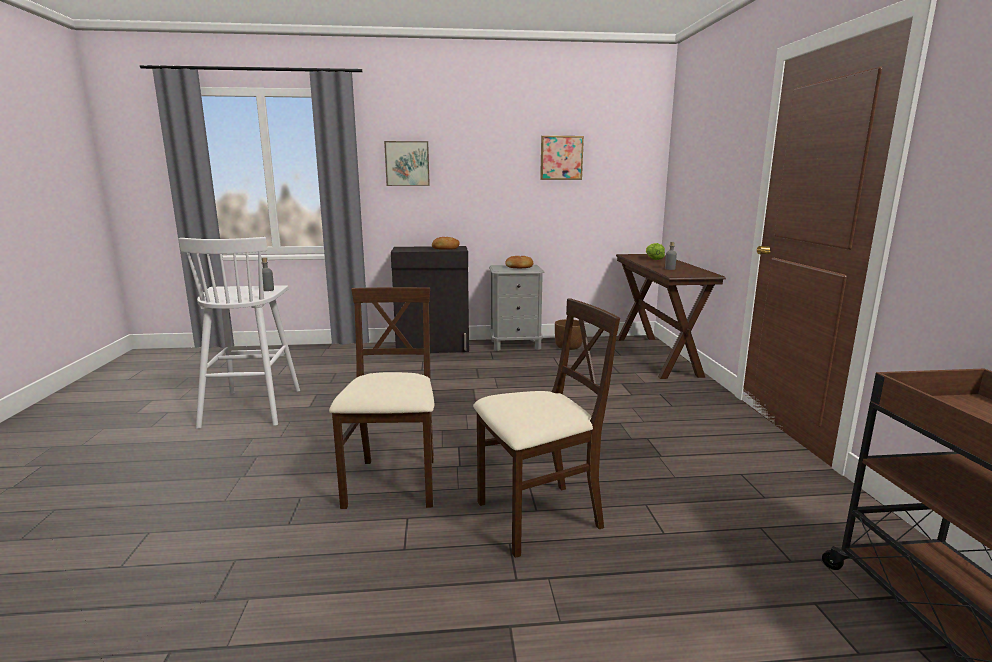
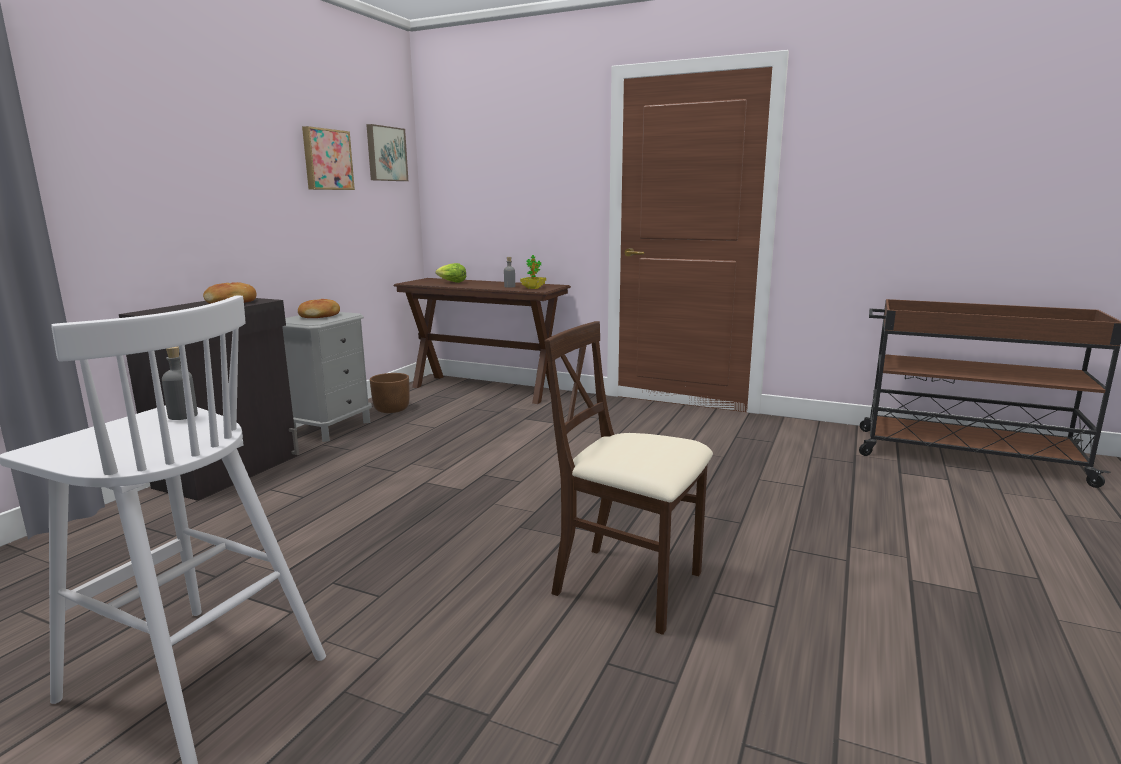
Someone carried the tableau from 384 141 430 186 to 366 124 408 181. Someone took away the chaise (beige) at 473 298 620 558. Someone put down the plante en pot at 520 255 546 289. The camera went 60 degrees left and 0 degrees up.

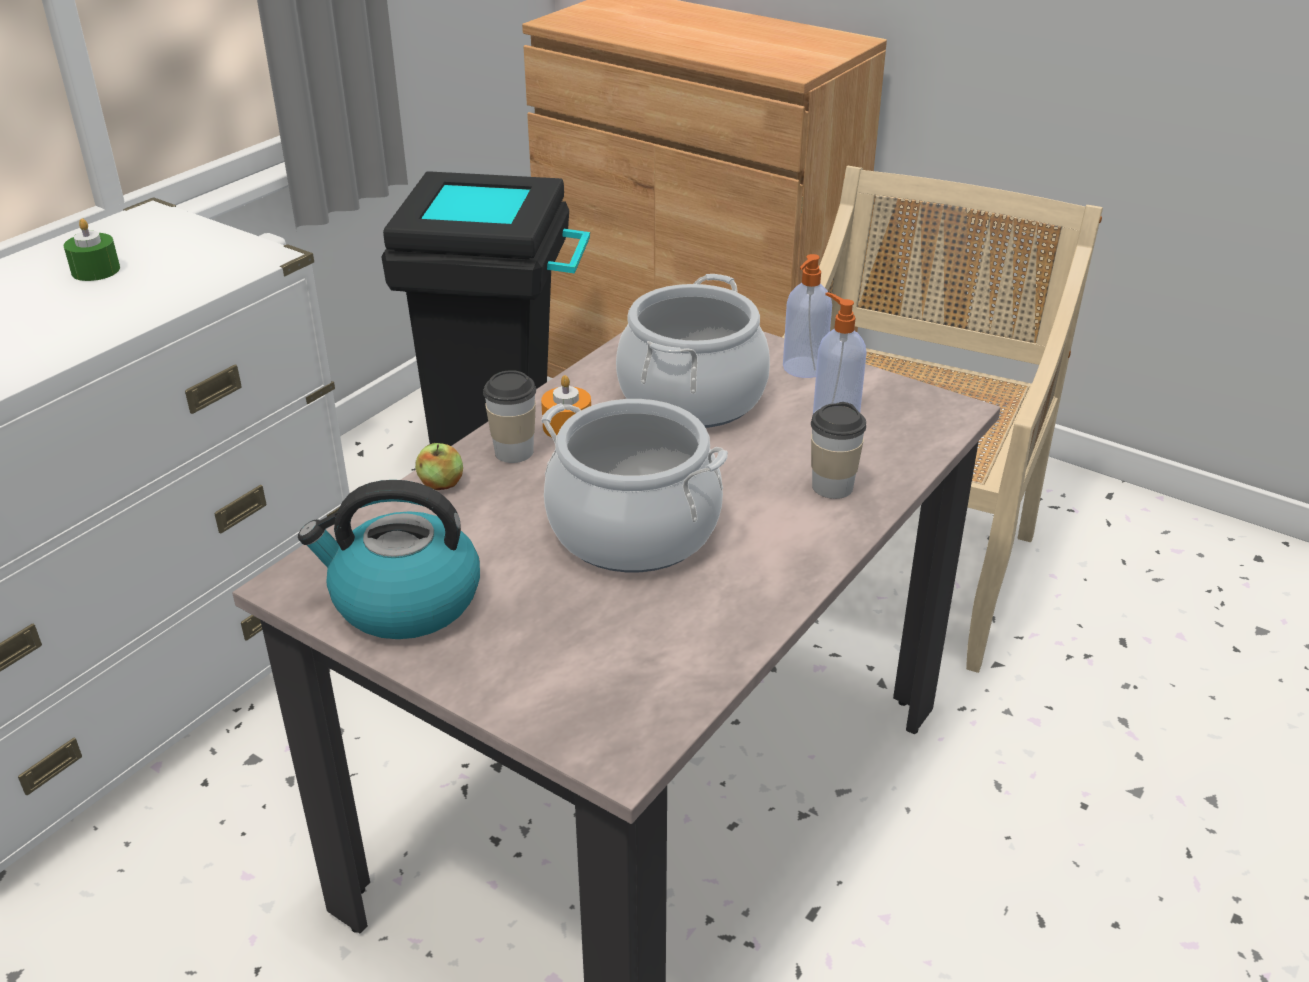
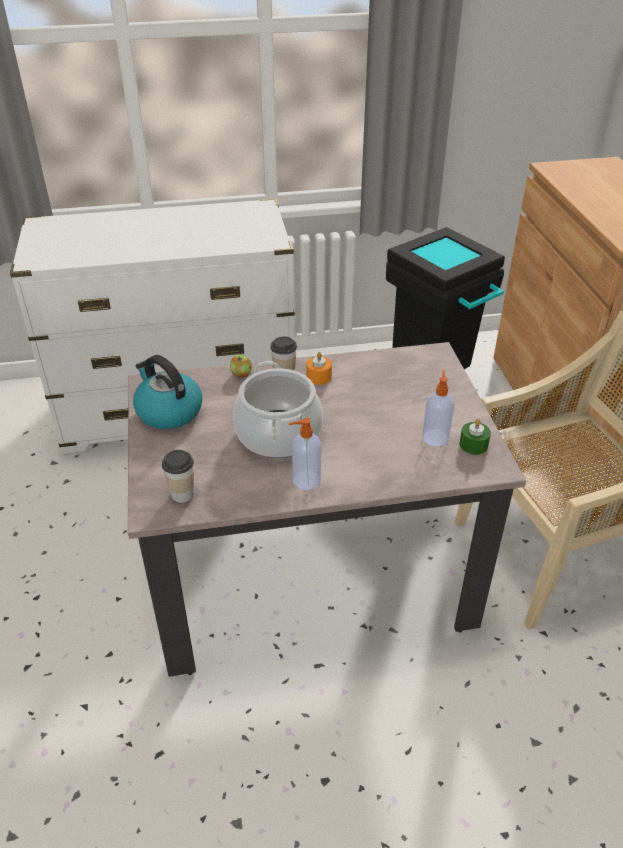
Someone carried the bougie (vert) from 63 218 120 281 to 460 419 491 455. Someone carried the distributeur de savon from 783 254 832 378 to 289 418 321 490. Someone took away the marmite at 616 274 770 428. Someone carried the tasse from 811 402 866 499 to 162 450 194 503. The camera went 45 degrees right and 5 degrees up.

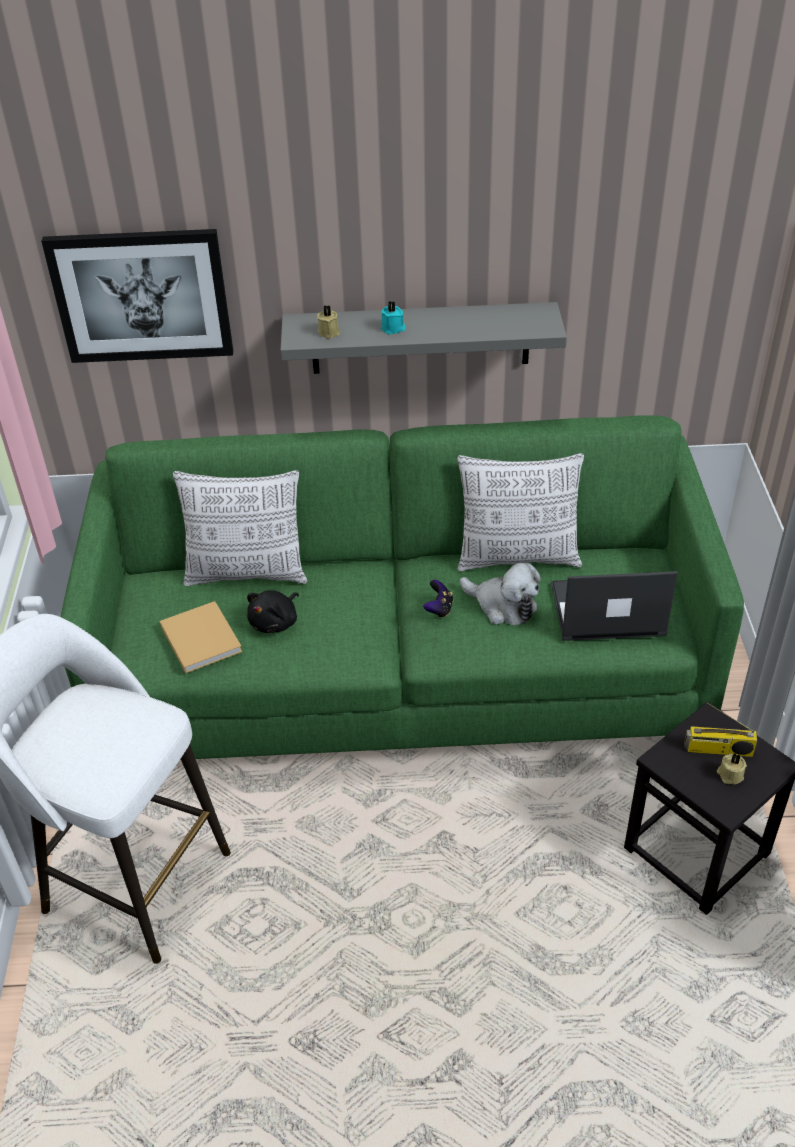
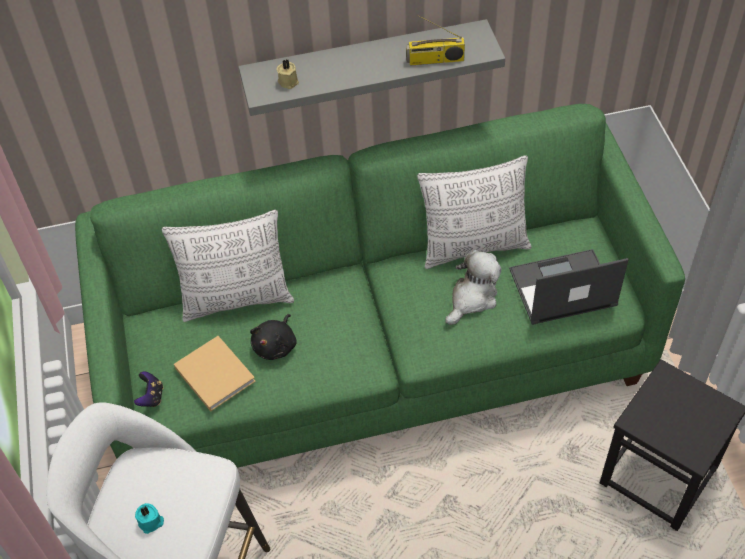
Someone took away the tableau at 41 229 233 363. Someone carried the bougie (turquoise) from 381 301 406 335 to 135 503 164 534. Someone rotated the peluche at 460 563 541 626 by 75 degrees counterclockwise. Someone carried the manette from 423 580 453 618 to 134 371 163 407. Someone carried the radio from 684 702 757 757 to 406 15 465 66. Someone took away the bougie (beige) at 717 753 747 784. The camera went 10 degrees left and 10 degrees up.

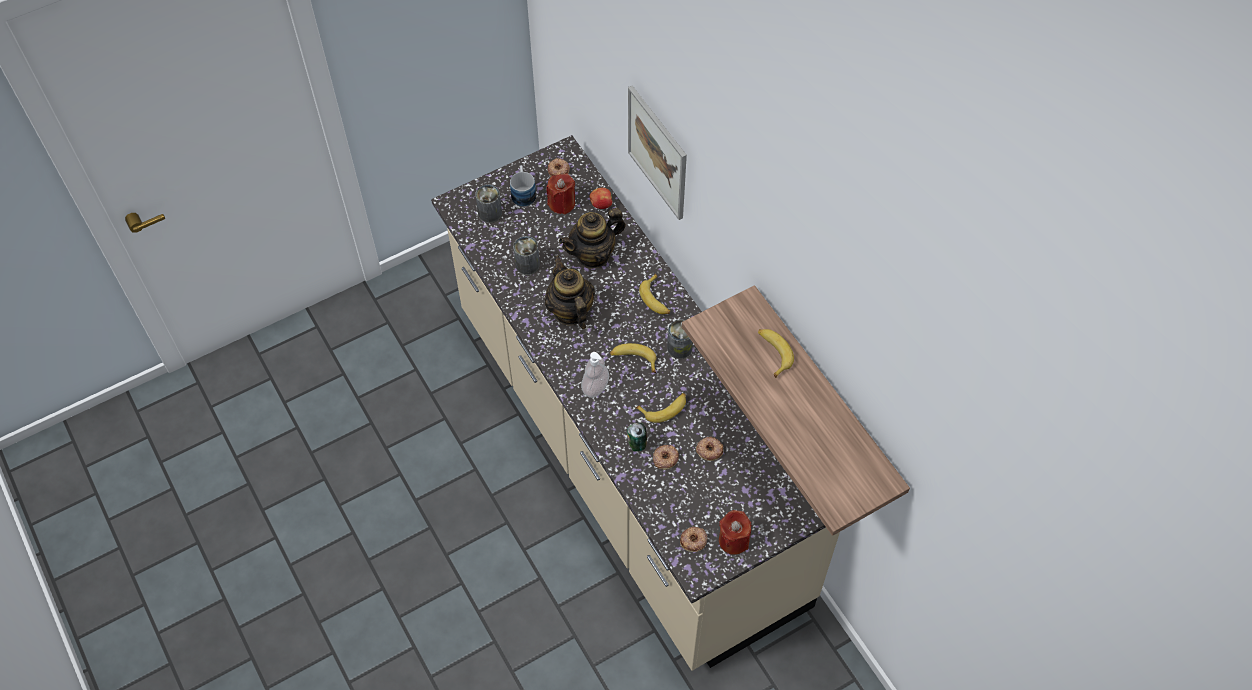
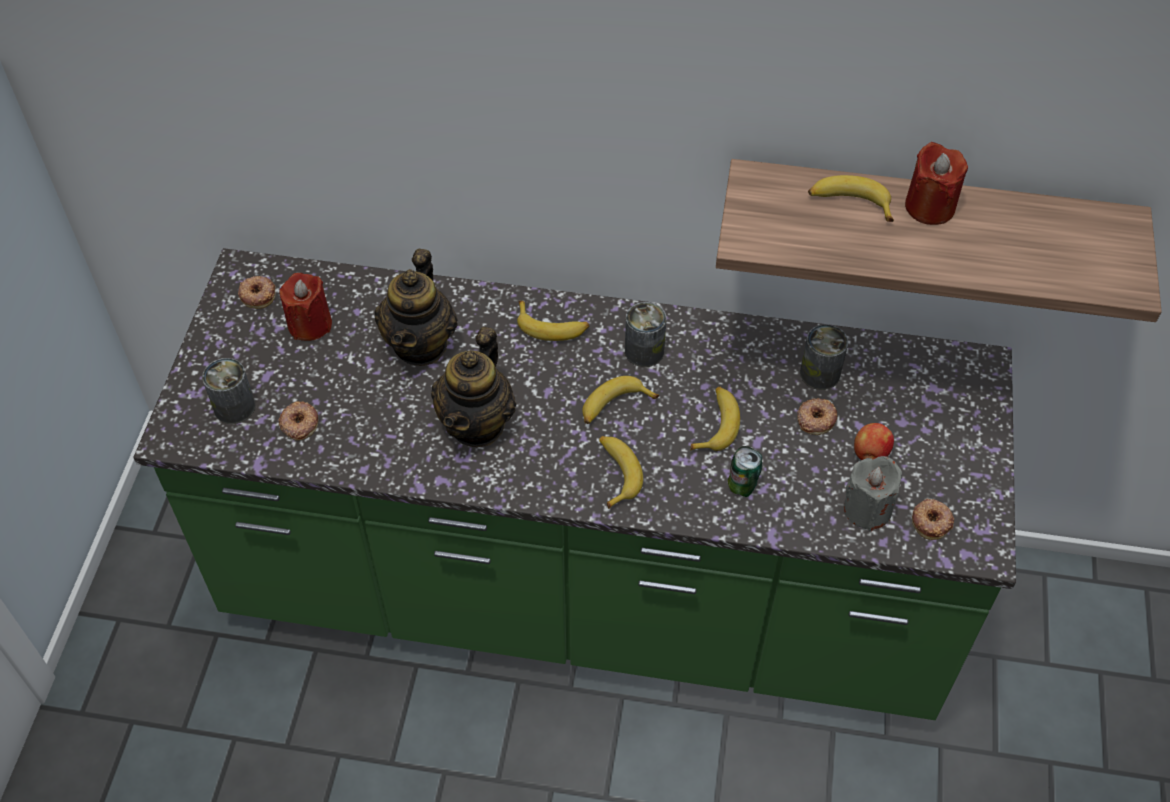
Someone took away the tableau at 628 86 687 220. Someone repainted the comptoir de cuisine (beige) at 431 135 840 671, which became the comptoir de cuisine (vert) at 134 248 1016 720. Someone took away the mug at 510 165 536 207. Someone carried the pomme from 590 188 612 209 to 854 423 894 460. Someone carried the boîte métallique from 513 236 540 275 to 800 324 848 390. Someone rotated the théière at 545 255 595 329 by 90 degrees counterclockwise. Someone swapped the distributeur de savon at 581 352 609 398 for the banane at 599 436 643 509. Someone carried the beignet from 653 445 679 470 to 279 401 318 441. Someone carried the bougie (rouge) from 719 510 751 555 to 905 142 968 225. Someone put down the bougie (gris) at 844 456 902 531. The camera went 50 degrees left and 5 degrees down.

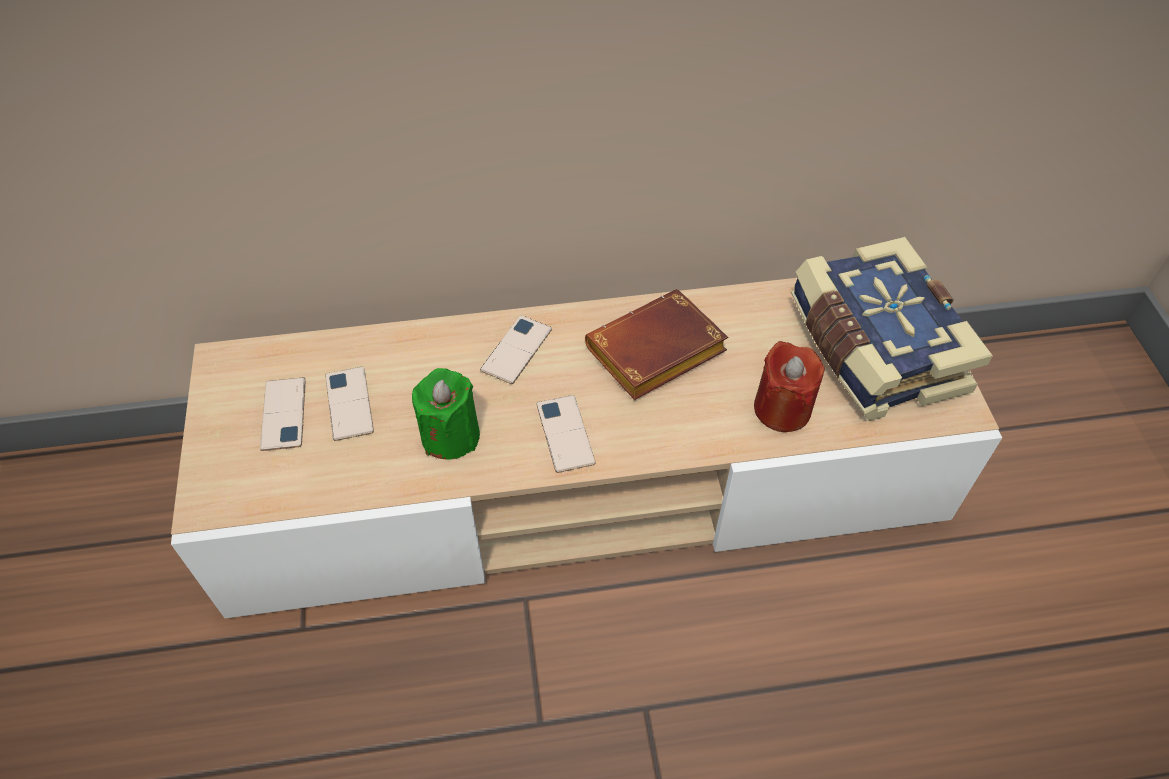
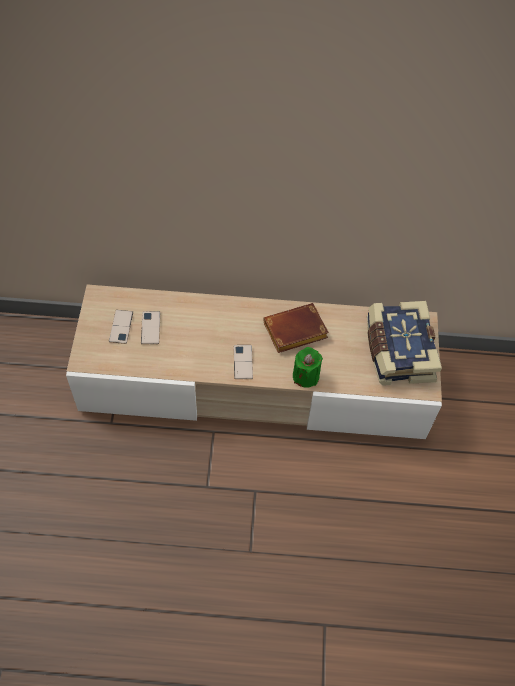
Someone took away the téléphone at 480 315 552 384. Someone took away the bougie (rouge) at 754 341 825 432. Someone carried the bougie (vert) from 412 368 480 459 to 293 347 323 388. The camera went 10 degrees right and 5 degrees up.

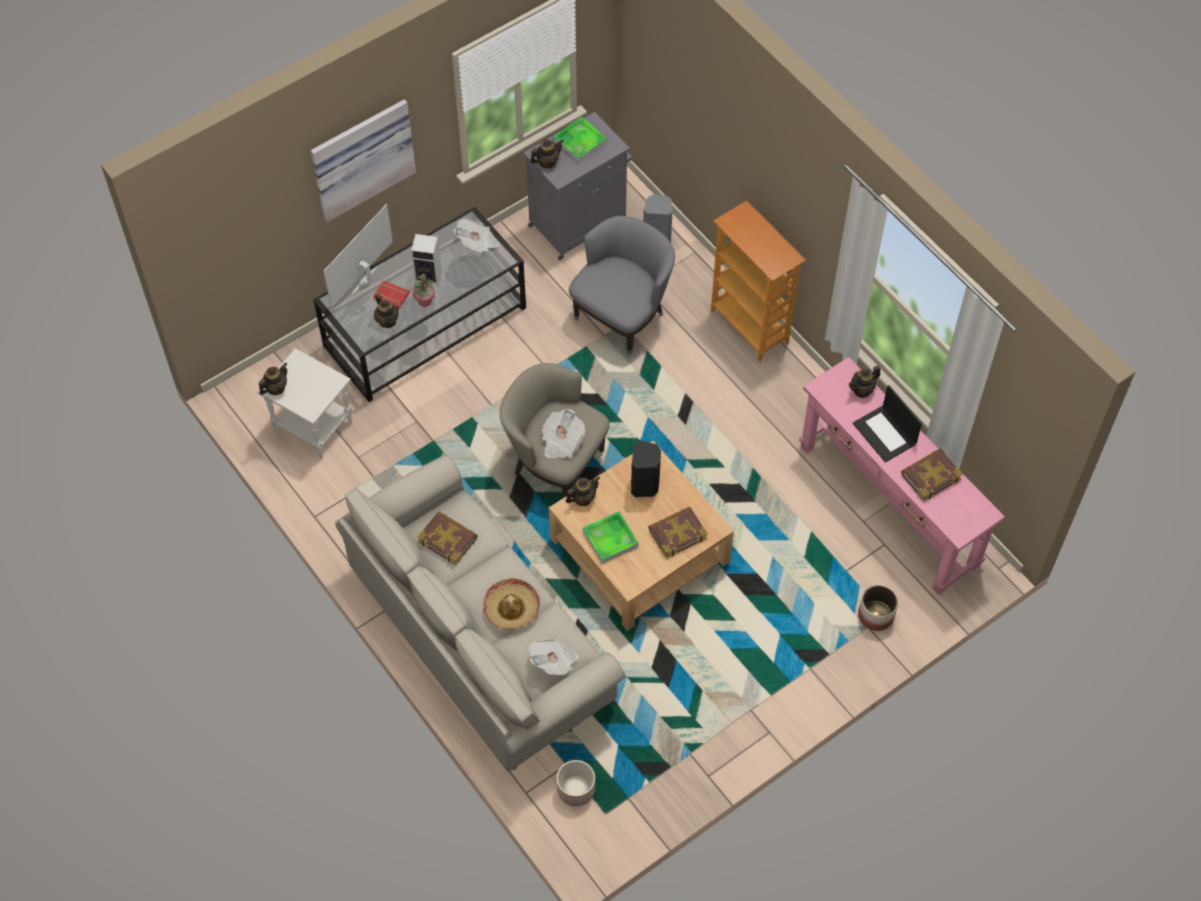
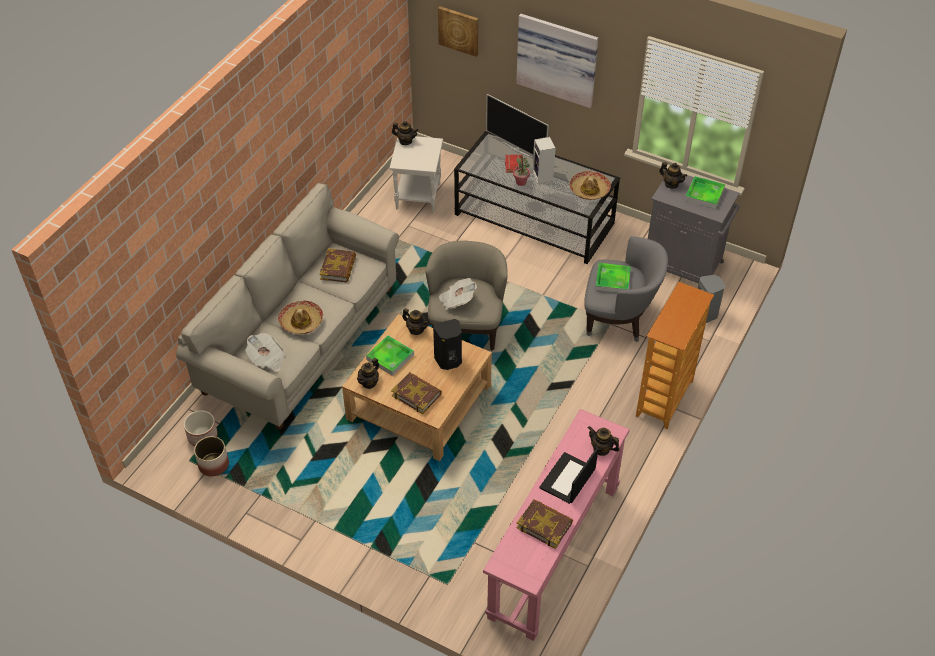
Someone rotated the téléviseur at 324 204 393 308 by 150 degrees counterclockwise. Someone swapped the journal at 453 218 500 253 for the chapeau at 569 171 611 200. Someone carried the théière from 374 294 399 328 to 357 358 379 389. Someone carried the cache-pot from 858 585 898 631 to 194 436 229 476. Someone put up the tableau at 438 6 478 57. Someone put down the plateau at 595 263 631 293. The camera went 65 degrees right and 10 degrees down.

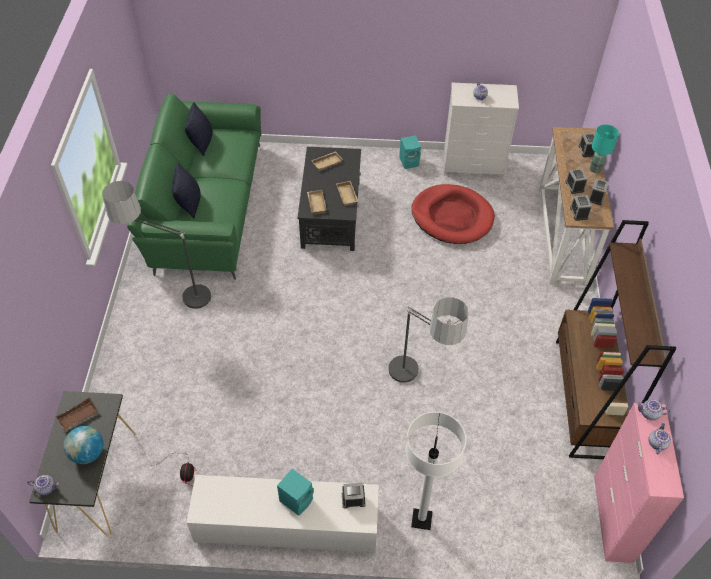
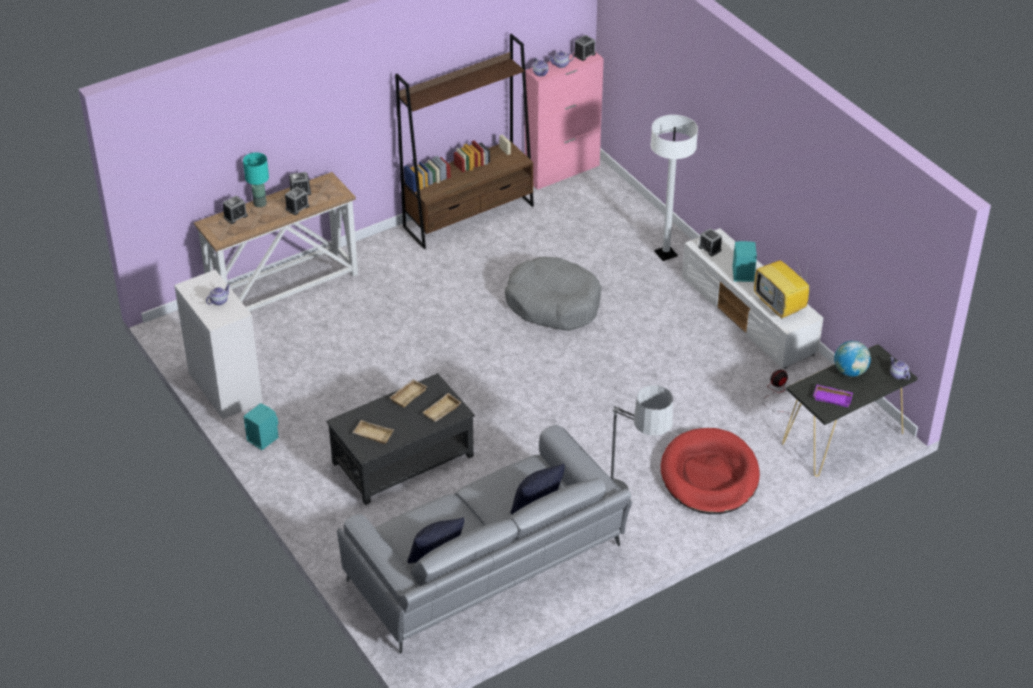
Someone repainted the canapé (vert) at 127 94 261 280, which became the canapé (gris) at 337 425 632 654. Someone carried the panier pour chien (rouge) from 411 184 495 244 to 661 428 760 514. Someone carried the réveil from 570 195 592 221 to 574 35 596 61. Someone swapped the lampadaire at 389 297 468 383 for the panier pour chien (gris) at 505 257 601 331. Someone repainted the plateau (marron) at 56 397 98 431, which became the plateau (violet) at 813 385 853 407. Someone put down the téléviseur at 754 258 809 319. The camera went 125 degrees left and 10 degrees down.

